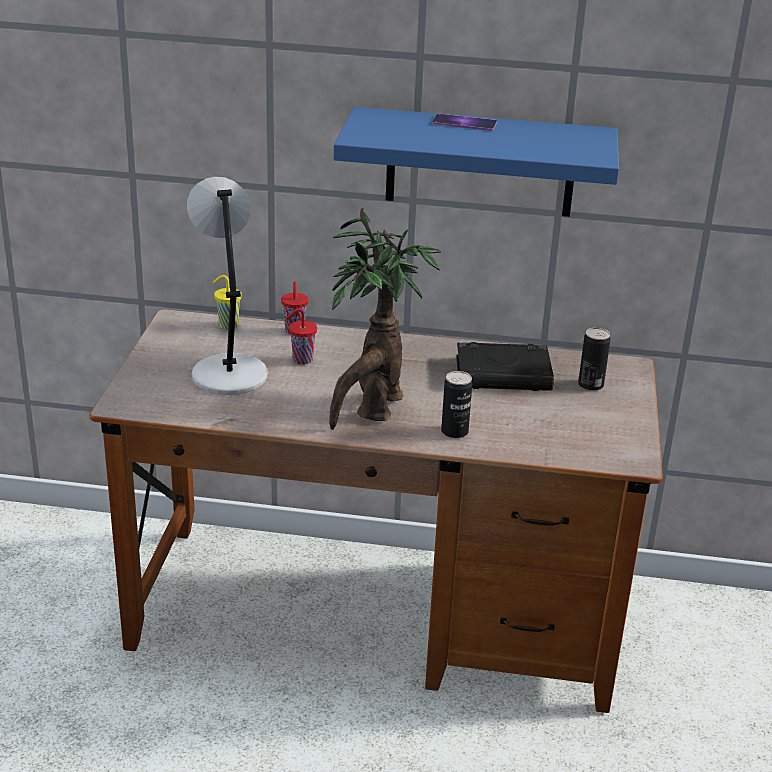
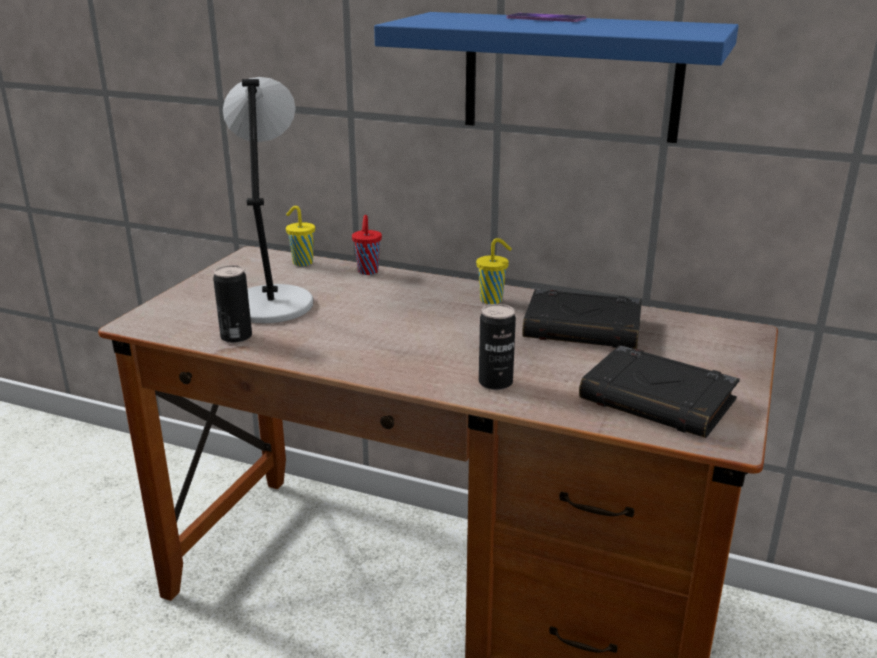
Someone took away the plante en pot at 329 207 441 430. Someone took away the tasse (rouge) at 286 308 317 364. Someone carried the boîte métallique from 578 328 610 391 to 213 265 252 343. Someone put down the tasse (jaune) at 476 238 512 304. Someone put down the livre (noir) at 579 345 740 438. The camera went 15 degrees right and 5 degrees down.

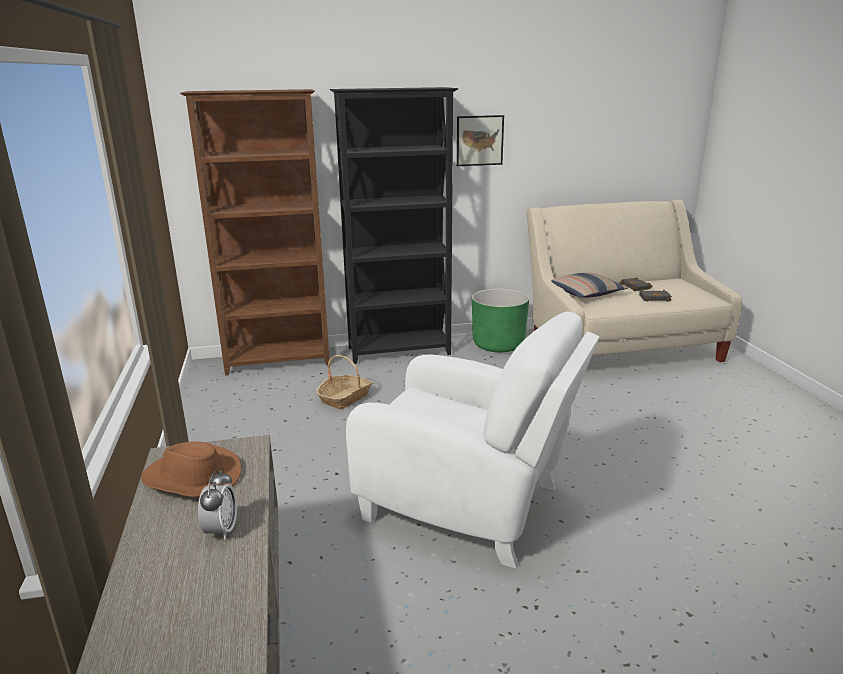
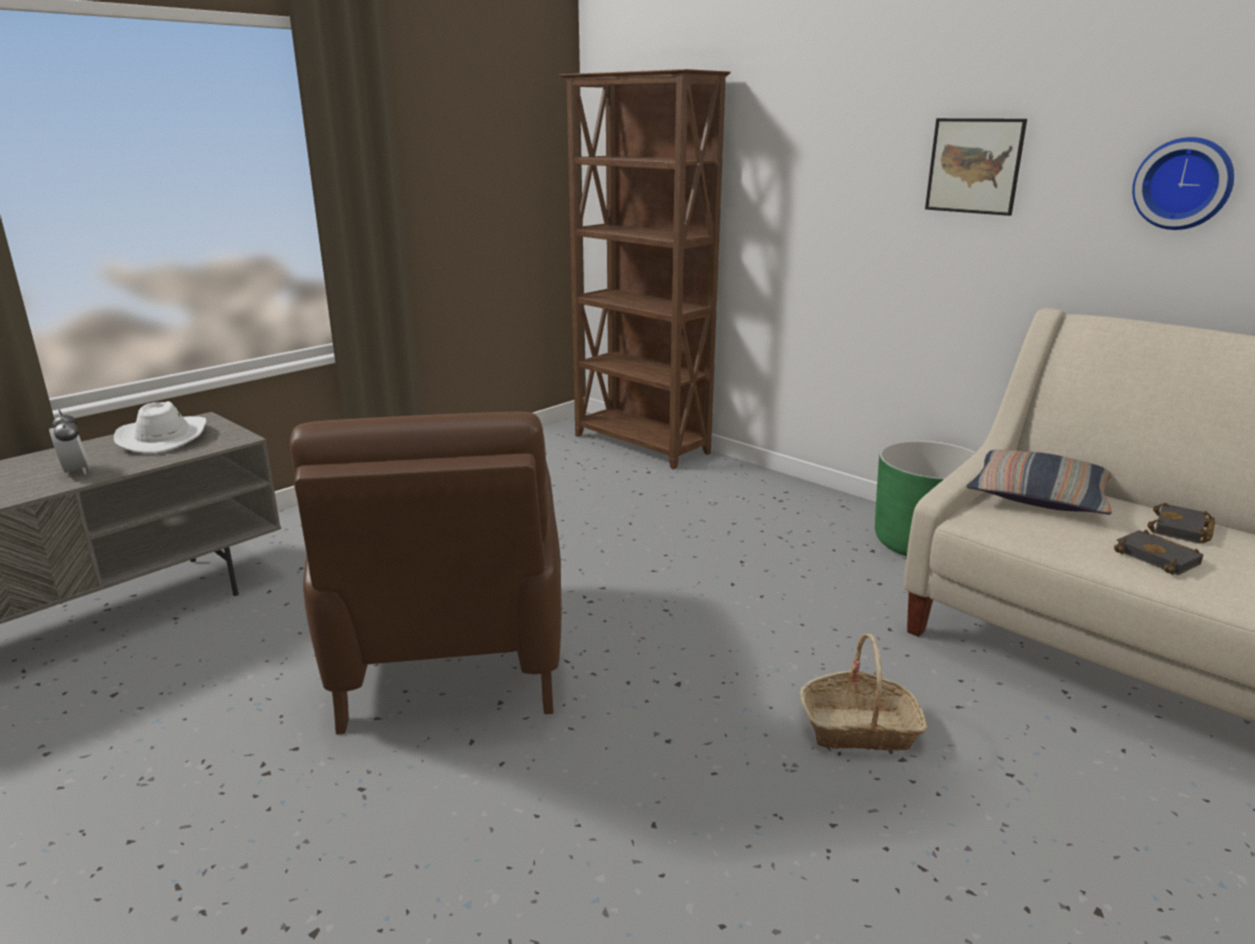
Someone took away the bibliothèque (noir) at 330 87 458 364. Someone repainted the fauteuil (blanc) at 346 312 599 569, which became the fauteuil (marron) at 290 412 561 735. Someone carried the panier from 316 355 372 409 to 800 634 928 751. Someone repainted the chapeau (marron) at 141 441 242 497, which became the chapeau (blanc) at 114 401 207 454. Someone rotated the réveil at 198 470 237 540 by 90 degrees counterclockwise. Someone put up the horloge murale at 1132 137 1234 230. The camera went 55 degrees right and 0 degrees up.

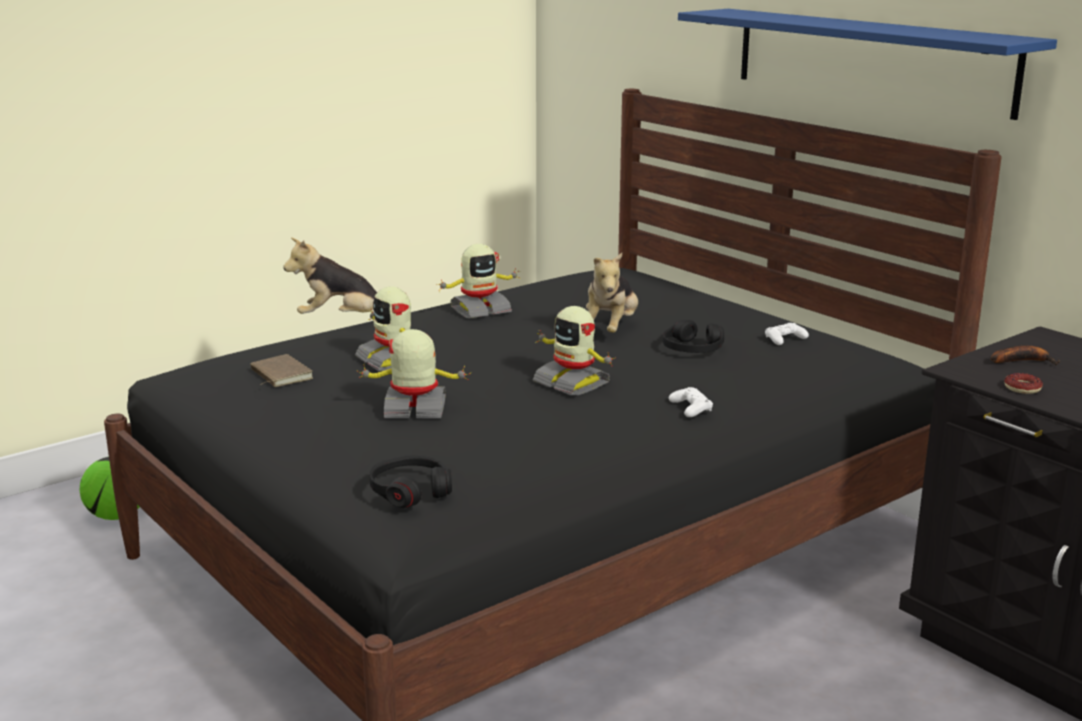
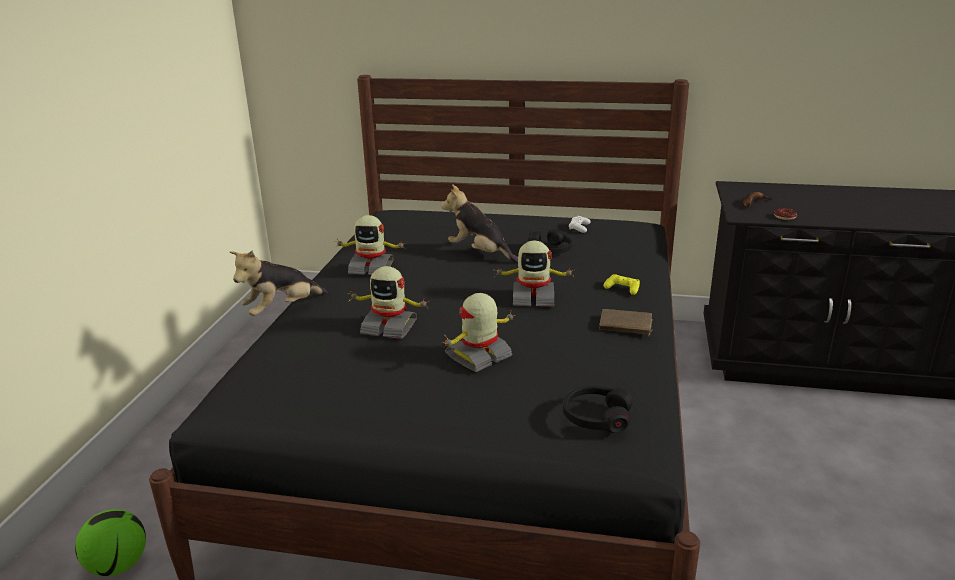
Someone took away the étagère (bleu) at 678 9 1057 120. Someone rotated the robot jouet at 436 244 520 319 by 75 degrees clockwise. Someone rotated the peluche at 586 253 638 333 by 150 degrees clockwise. Someone carried the livre (marron) from 250 354 313 387 to 599 309 653 336. Someone repainted the manette (blanc) at 669 387 713 417, which became the manette (jaune) at 604 274 640 295. The camera went 40 degrees left and 5 degrees up.

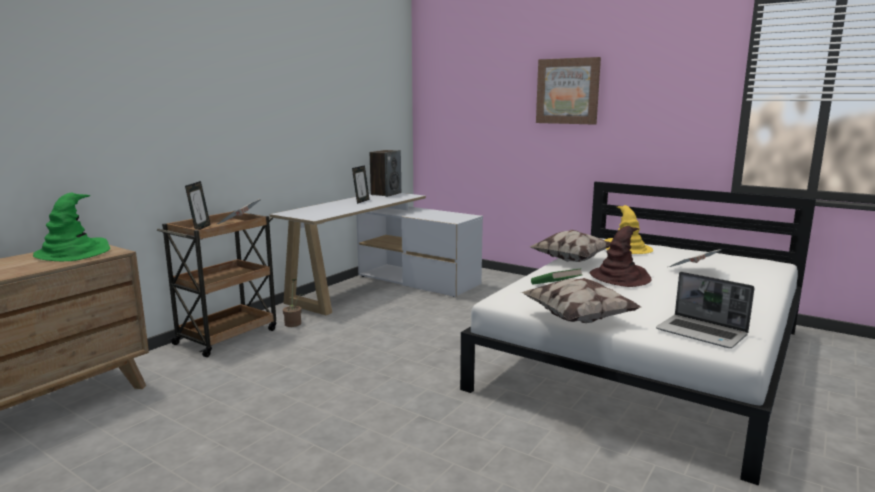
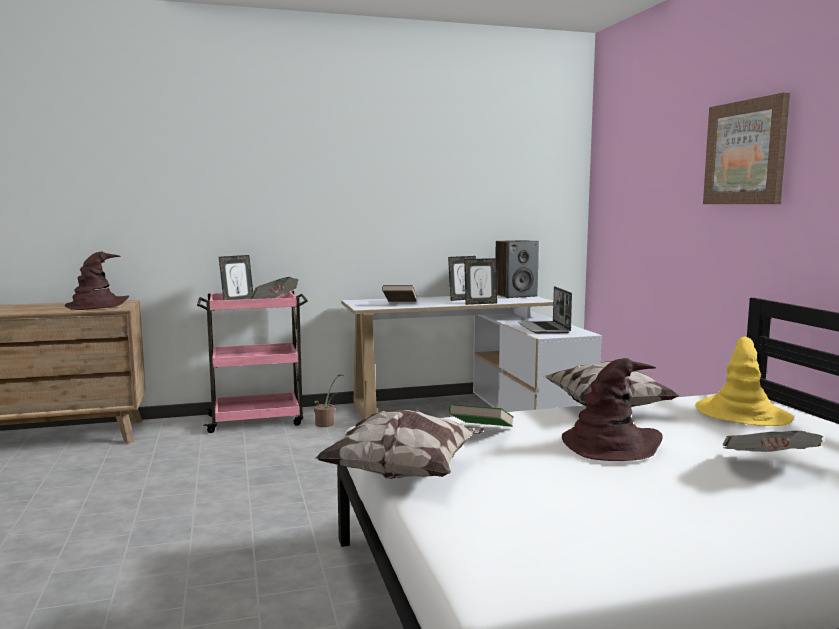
Someone repainted the chapeau (vert) at 33 193 110 261, which became the chapeau (marron) at 65 252 129 310. Someone repainted the chariot (marron) at 157 211 276 357, which became the chariot (rose) at 197 291 308 433. Someone carried the ordinateur portable from 656 272 755 348 to 518 286 572 334. Someone put down the cadre photo at 464 258 497 305. Someone put down the livre (marron) at 382 285 417 302. The camera went 40 degrees right and 5 degrees down.

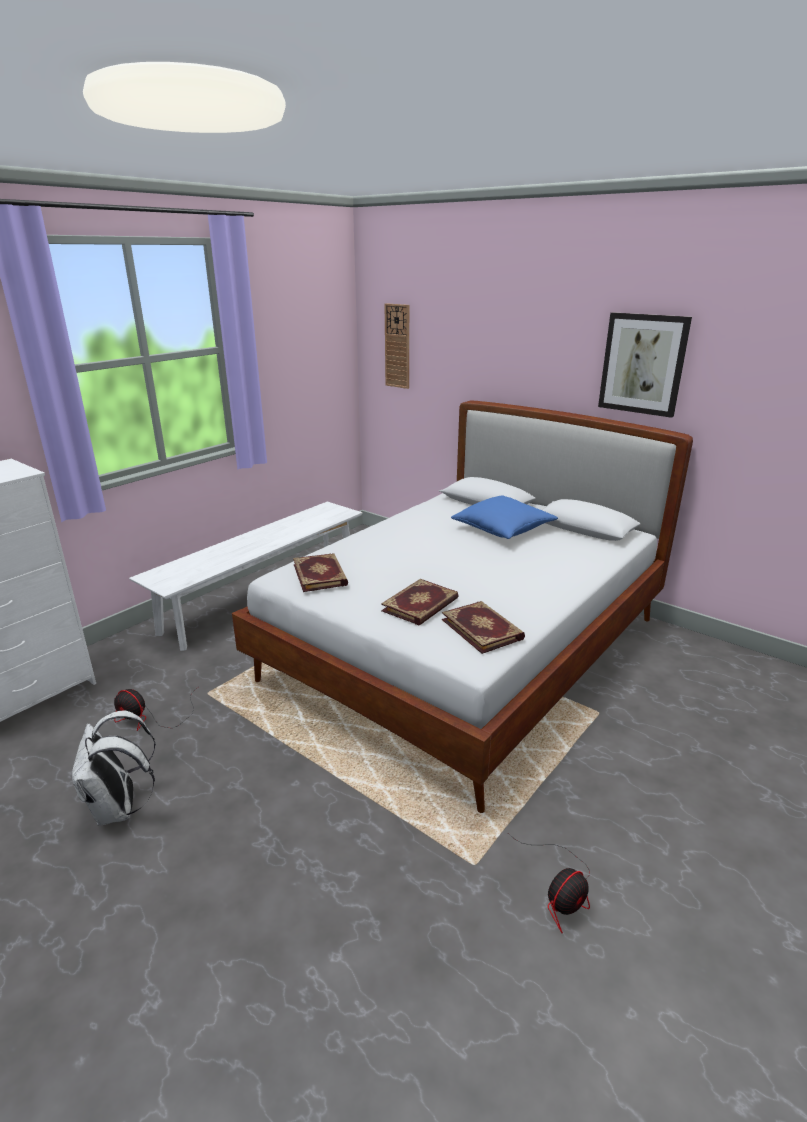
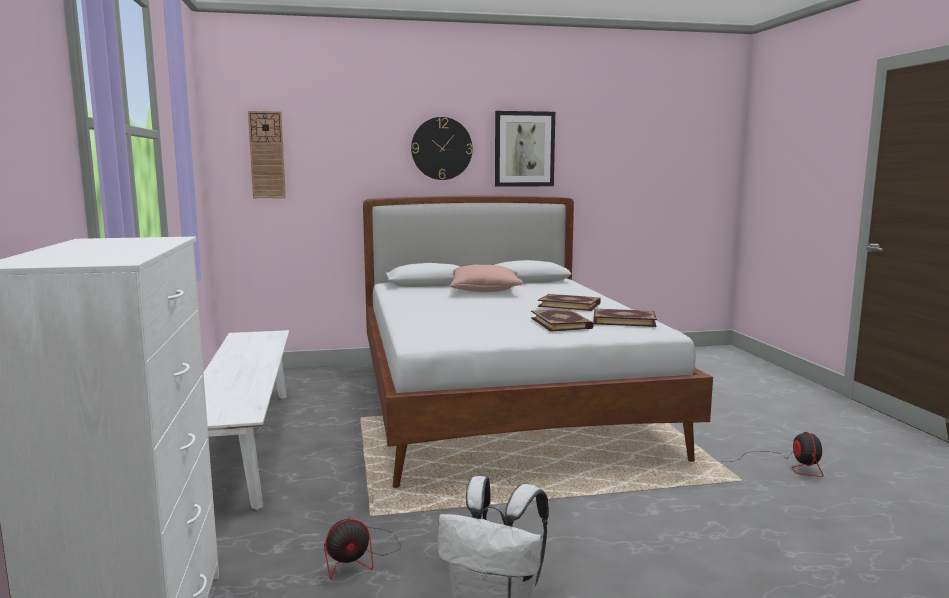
Someone repainted the coussin (bleu) at 451 495 558 539, which became the coussin (rose) at 450 265 523 292. Someone carried the livre from 293 553 348 592 to 538 294 601 311. Someone put up the horloge murale at 411 117 472 180. The camera went 50 degrees left and 15 degrees down.

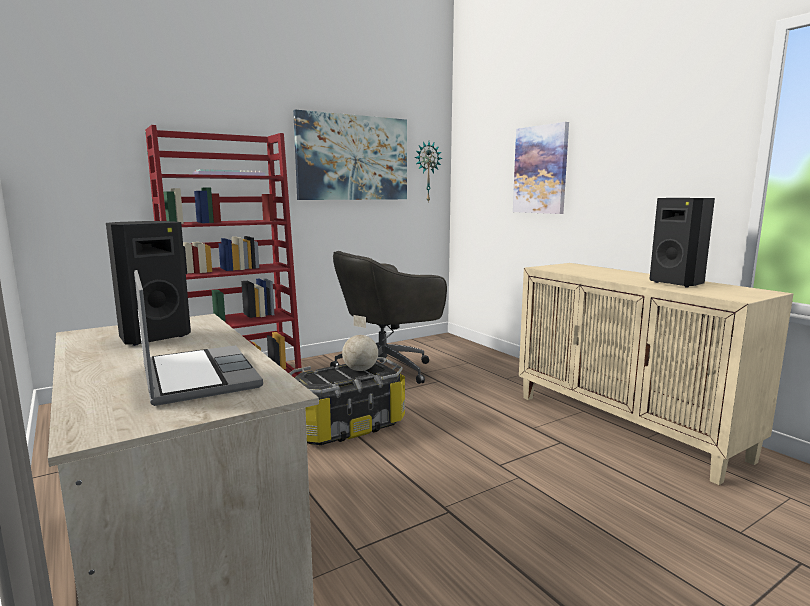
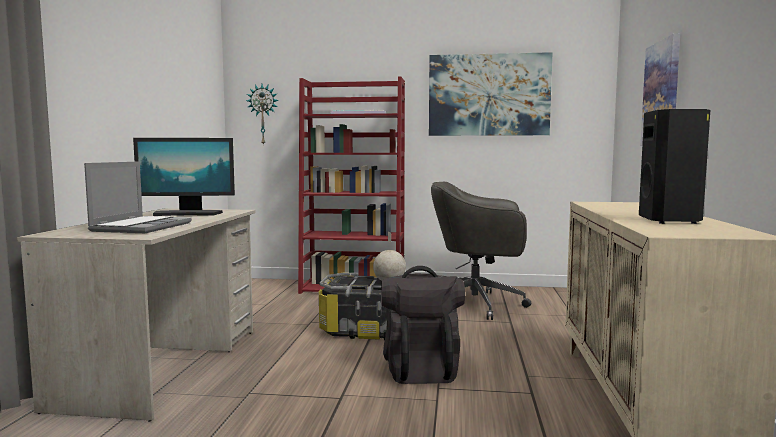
Someone carried the horloge murale from 415 141 442 202 to 246 84 279 146. Someone swapped the enceinte (noir) at 106 221 191 346 for the écran d'ordinateur at 133 138 235 216. Someone put down the sac à dos (noir) at 381 266 465 384. The camera went 40 degrees right and 5 degrees down.

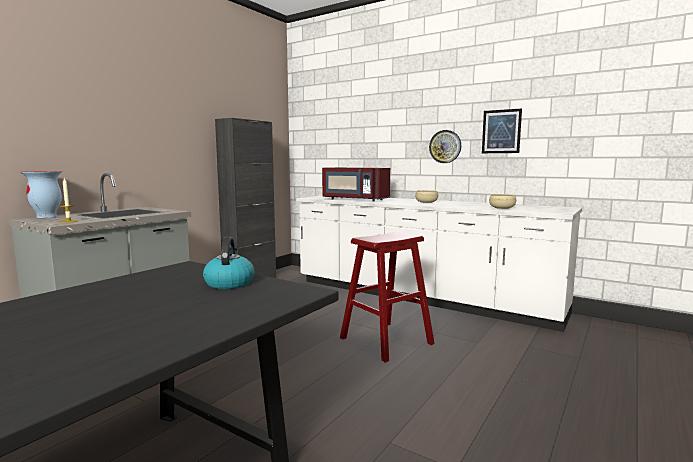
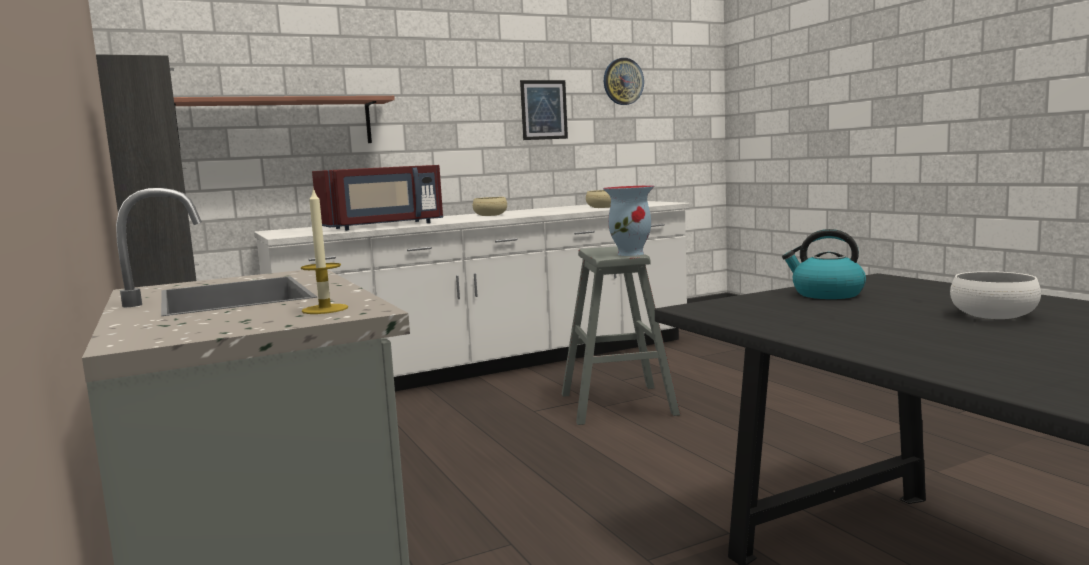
Someone carried the horloge murale from 429 130 461 163 to 604 58 644 105. Someone carried the vase from 21 171 62 218 to 603 185 654 256. Someone repainted the tabouret (rouge) at 340 232 435 363, which became the tabouret (gris) at 562 246 680 425. Someone put up the étagère at 174 96 395 145. Someone put down the bol (blanc) at 950 271 1041 319. The camera went 60 degrees left and 0 degrees up.

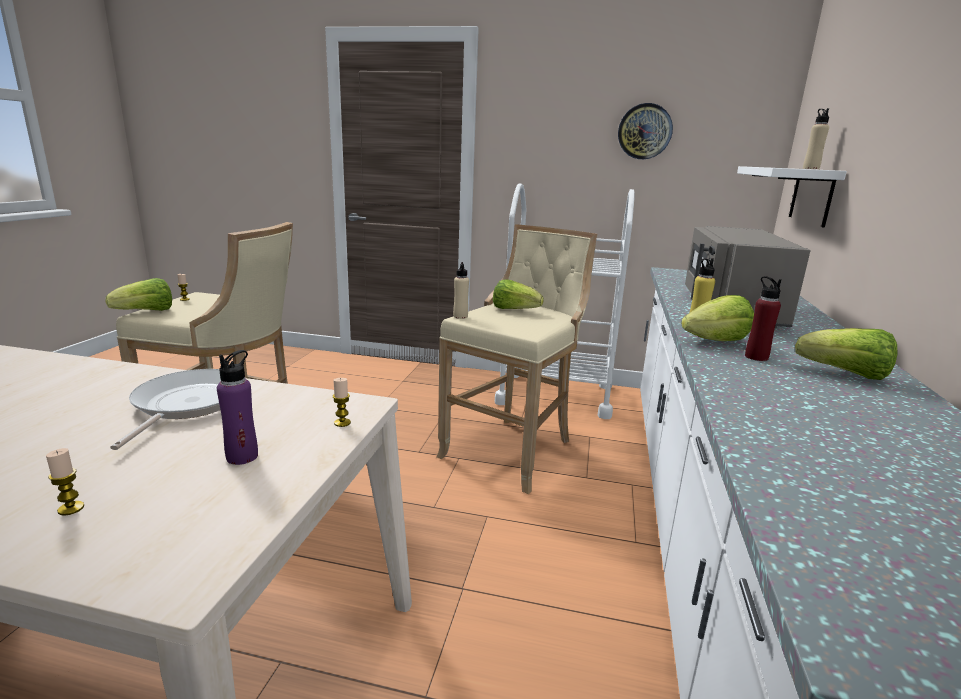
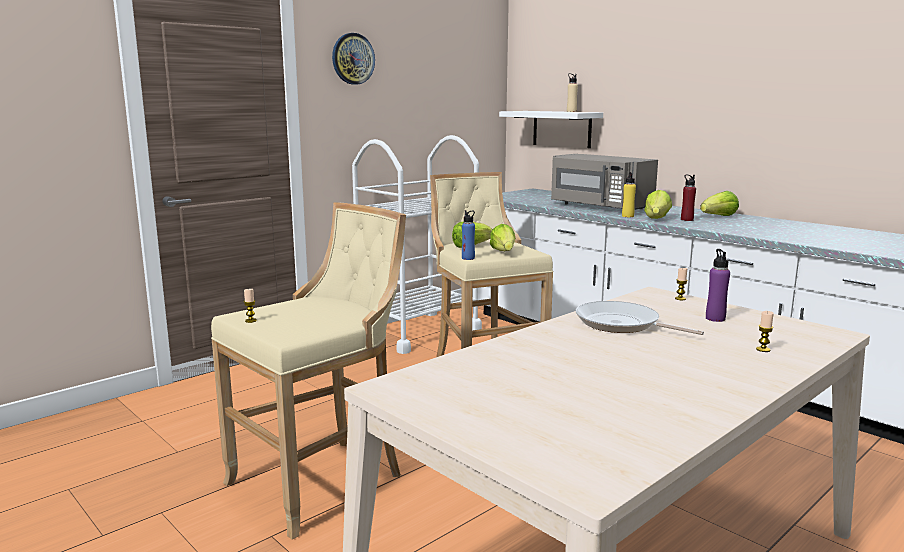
Someone carried the horloge murale from 618 103 673 159 to 332 33 375 85. Someone repainted the bouteille (beige) at 453 262 469 319, which became the bouteille (bleu) at 462 210 475 260. Someone carried the laitue from 106 278 172 311 to 490 224 515 251. The camera went 55 degrees left and 5 degrees down.

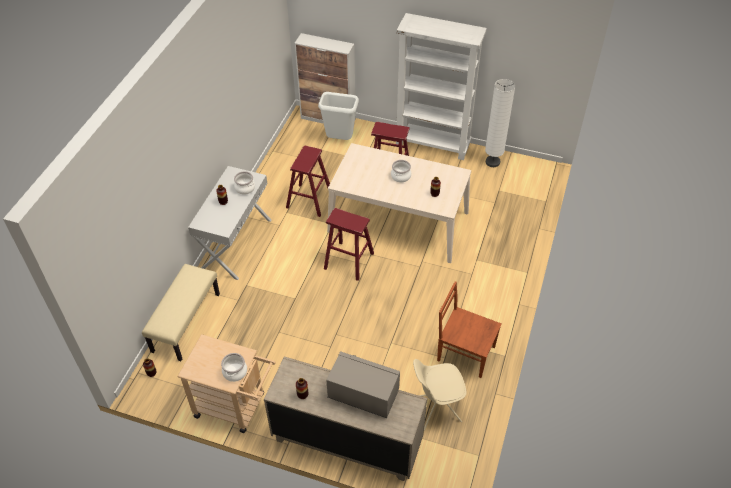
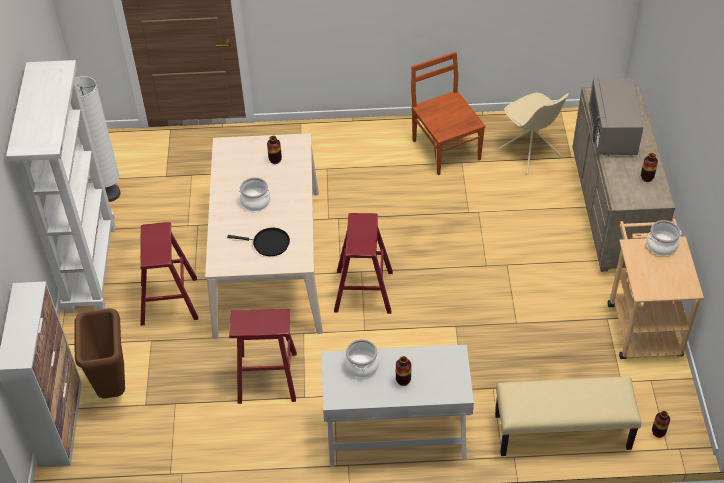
Someone repainted the poubelle (blanc) at 318 92 359 140, which became the poubelle (marron) at 74 308 125 398. Someone rotated the chaise (marron) at 437 281 502 378 by 150 degrees clockwise. Someone put down the poêle (noir) at 227 228 290 256. The camera went 110 degrees left and 0 degrees up.

